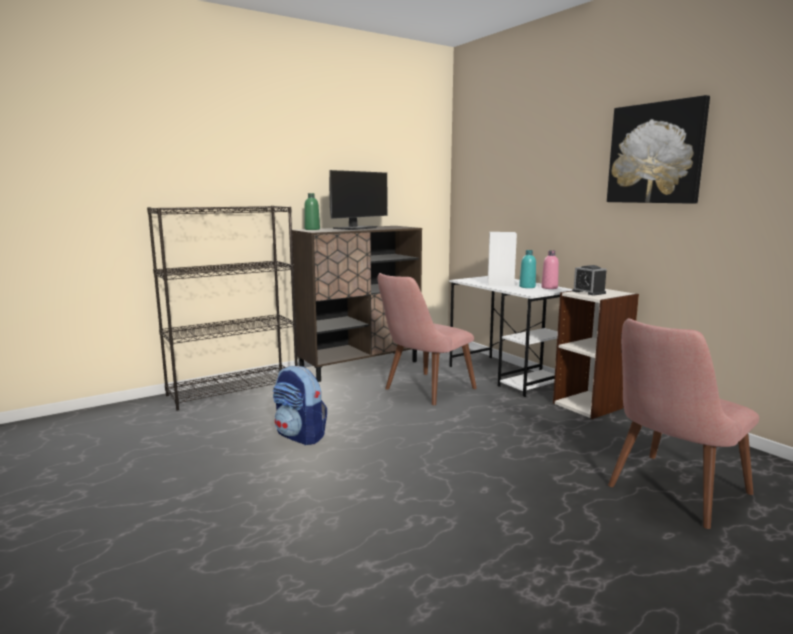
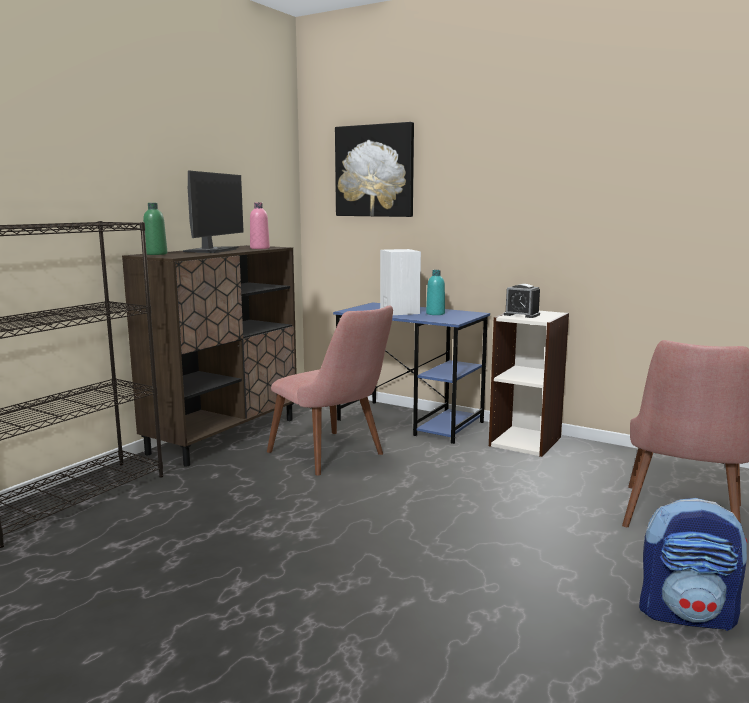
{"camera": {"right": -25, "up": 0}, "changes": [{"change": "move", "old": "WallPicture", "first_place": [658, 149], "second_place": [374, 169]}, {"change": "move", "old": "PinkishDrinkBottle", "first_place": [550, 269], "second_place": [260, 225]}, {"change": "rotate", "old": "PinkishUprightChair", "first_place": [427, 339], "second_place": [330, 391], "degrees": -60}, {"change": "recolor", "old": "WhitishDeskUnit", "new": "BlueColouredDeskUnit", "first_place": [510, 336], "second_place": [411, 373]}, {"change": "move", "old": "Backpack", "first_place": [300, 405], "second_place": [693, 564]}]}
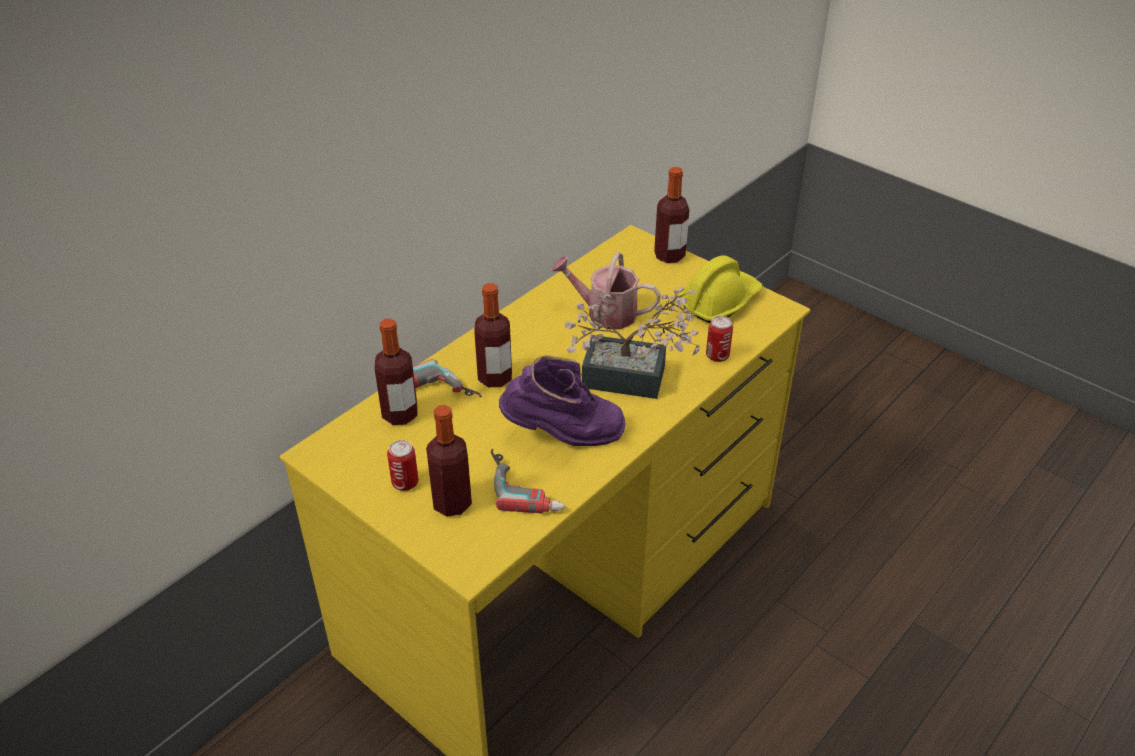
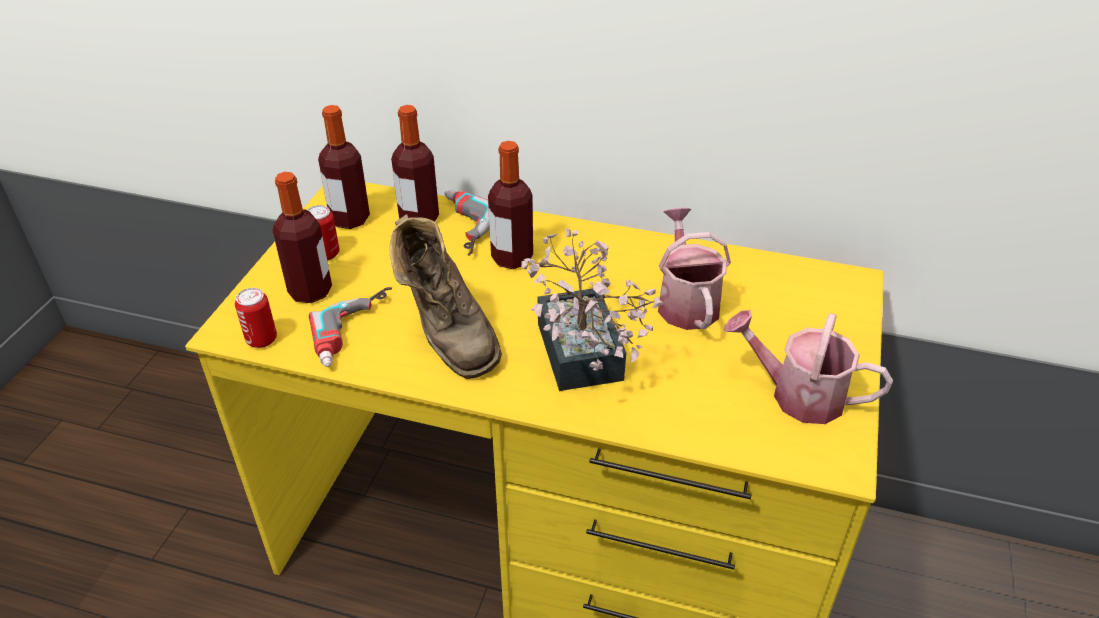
{"camera": {"right": 65, "up": 0}, "changes": [{"change": "move", "old": "DrinkBottle", "first_place": [671, 215], "second_place": [344, 167]}, {"change": "replace", "old": "YellowColouredHardHat", "new": "SprinklingCan", "first_place": [720, 289], "second_place": [808, 367]}, {"change": "move", "old": "MetalCan", "first_place": [719, 339], "second_place": [256, 318]}, {"change": "recolor", "old": "PurplishTallBoot", "new": "BrownColouredTallBoot", "first_place": [562, 400], "second_place": [445, 296]}]}
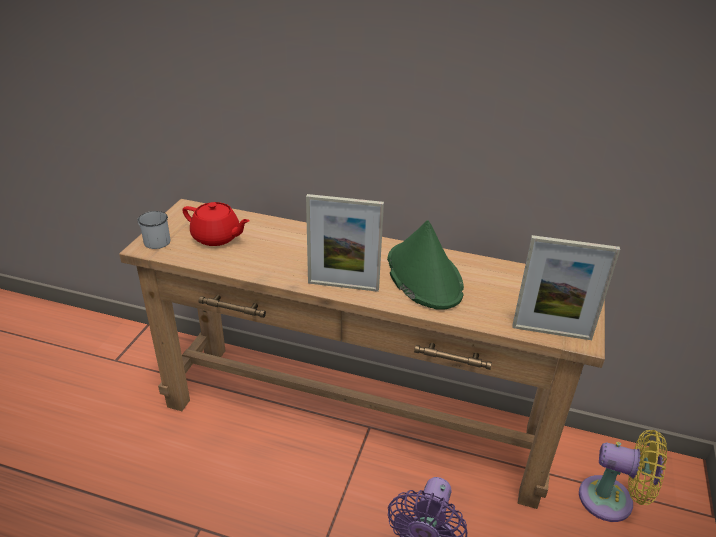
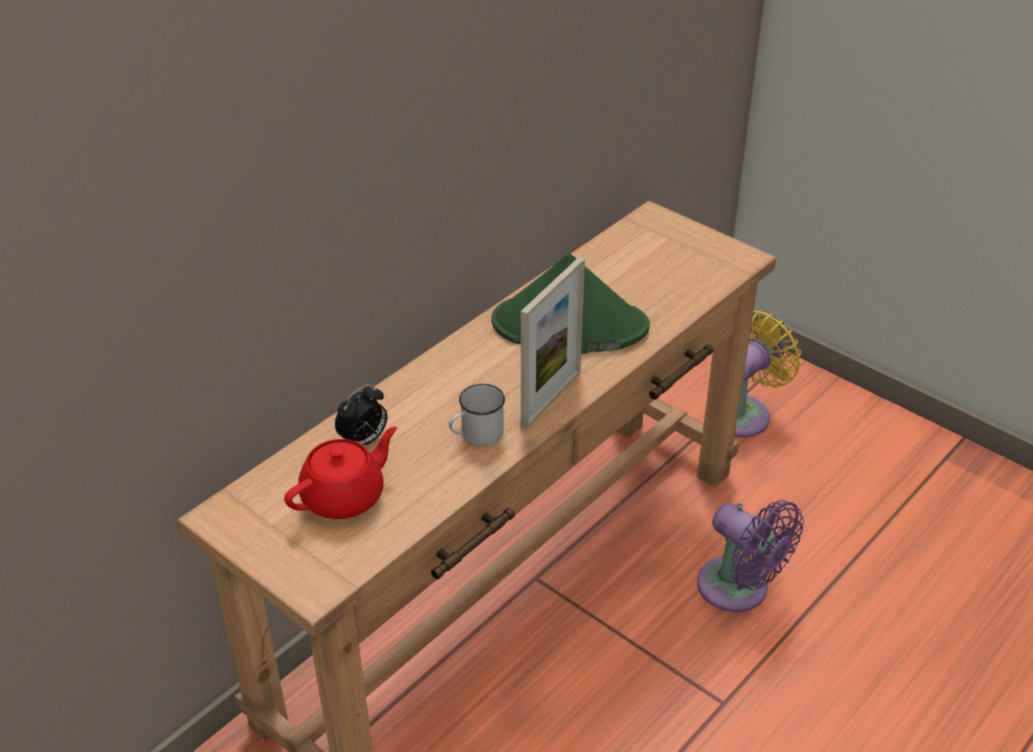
{"camera": {"right": -65, "up": 5}, "changes": [{"change": "move", "old": "WhitishCoffeeMug", "first_place": [153, 230], "second_place": [477, 415]}, {"change": "delete", "old": "PhotoFrame", "first_place": [566, 287]}, {"change": "insert", "new": "AlarmClock", "second_place": [361, 414]}]}
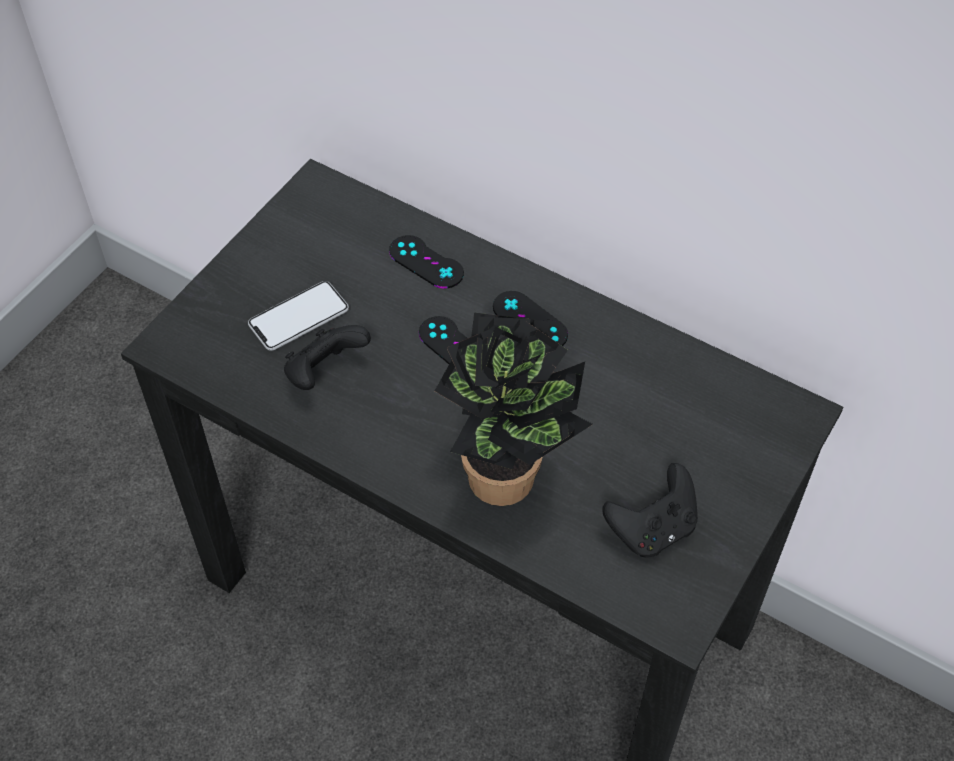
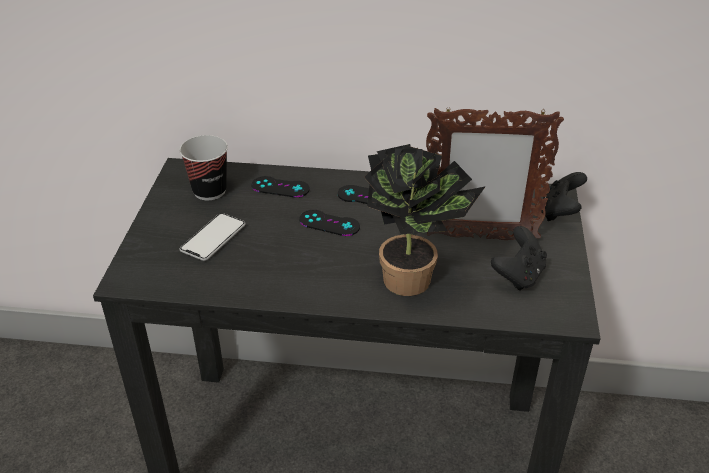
{"camera": {"right": -25, "up": -15}, "changes": [{"change": "move", "old": "BlackishGameController", "first_place": [327, 357], "second_place": [564, 196]}, {"change": "insert", "new": "PhotoFrame", "second_place": [495, 173]}, {"change": "insert", "new": "DrinkingCup", "second_place": [204, 167]}]}
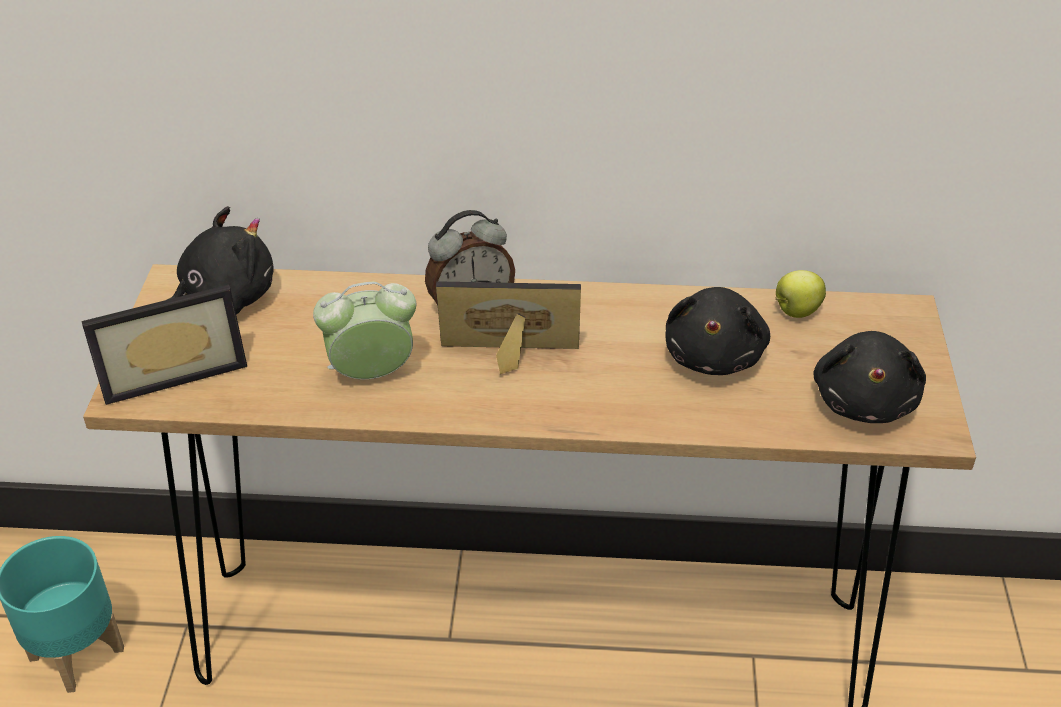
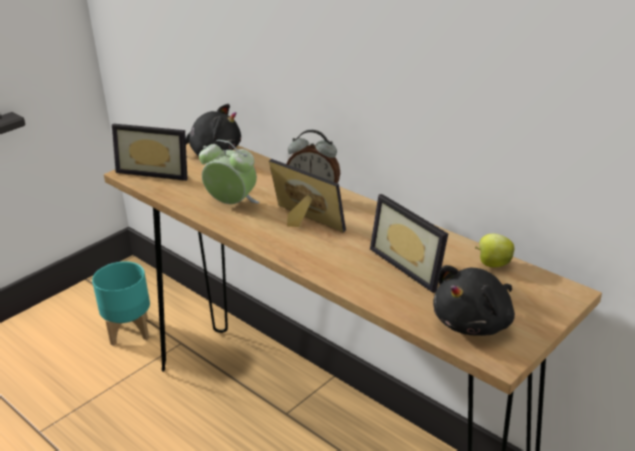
{"camera": {"right": 40, "up": -10}, "changes": [{"change": "replace", "old": "BlackishPlushToy", "new": "PhotoFrame", "first_place": [717, 331], "second_place": [409, 243]}]}
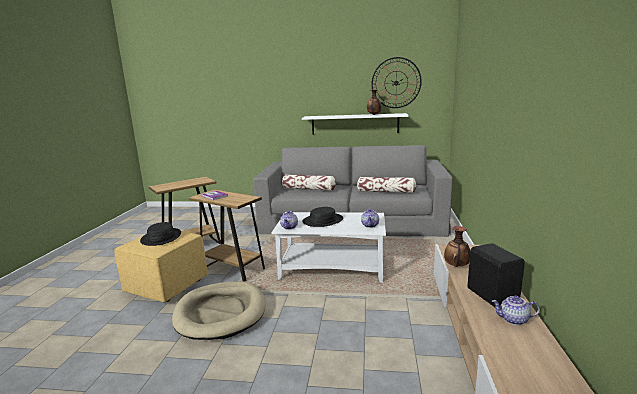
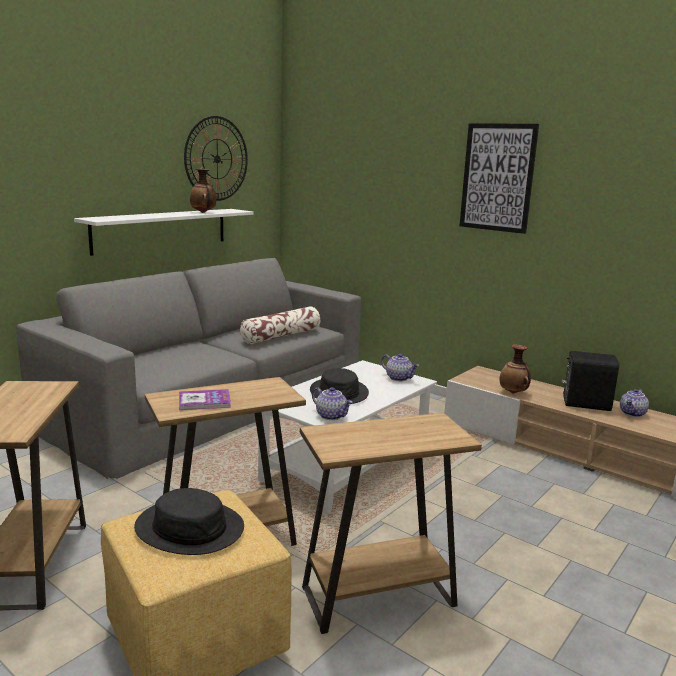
{"camera": {"right": -60, "up": 0}, "changes": [{"change": "delete", "old": "Pillow", "first_place": [309, 182]}, {"change": "replace", "old": "BeigeColouredDogCushion", "new": "BrownColouredSideTable", "first_place": [219, 311], "second_place": [391, 523]}, {"change": "insert", "new": "WallPicture", "second_place": [499, 178]}]}
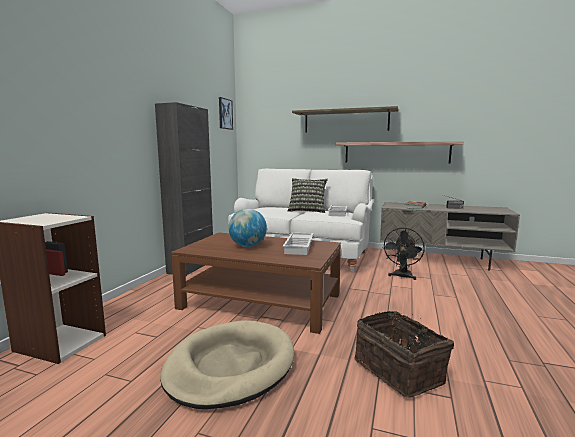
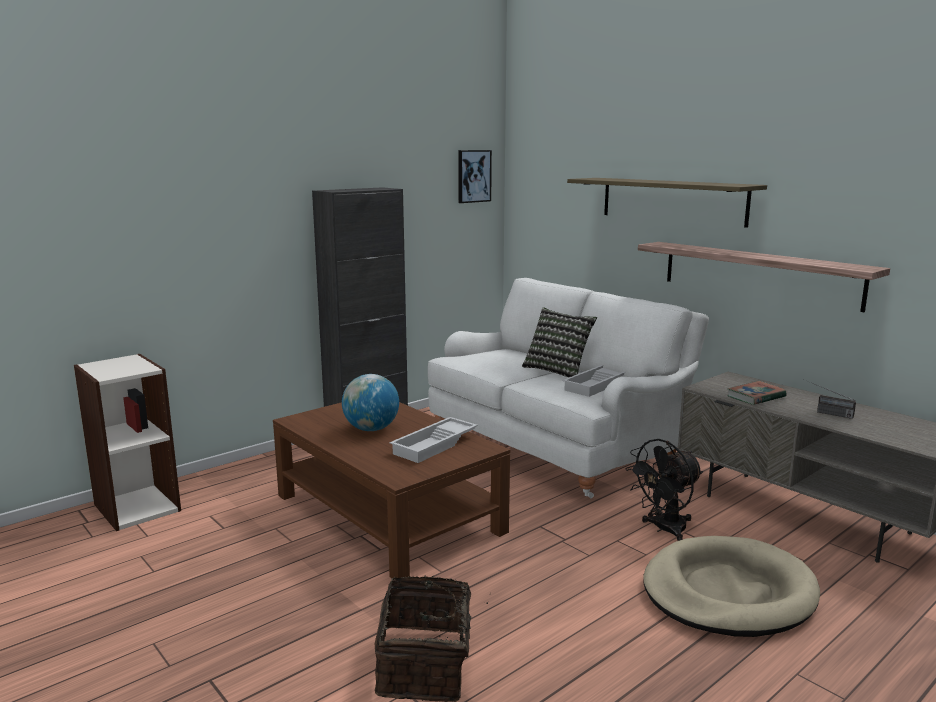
{"camera": {"right": 30, "up": 5}, "changes": [{"change": "move", "old": "BeigeColouredDogCushion", "first_place": [227, 364], "second_place": [731, 586]}]}
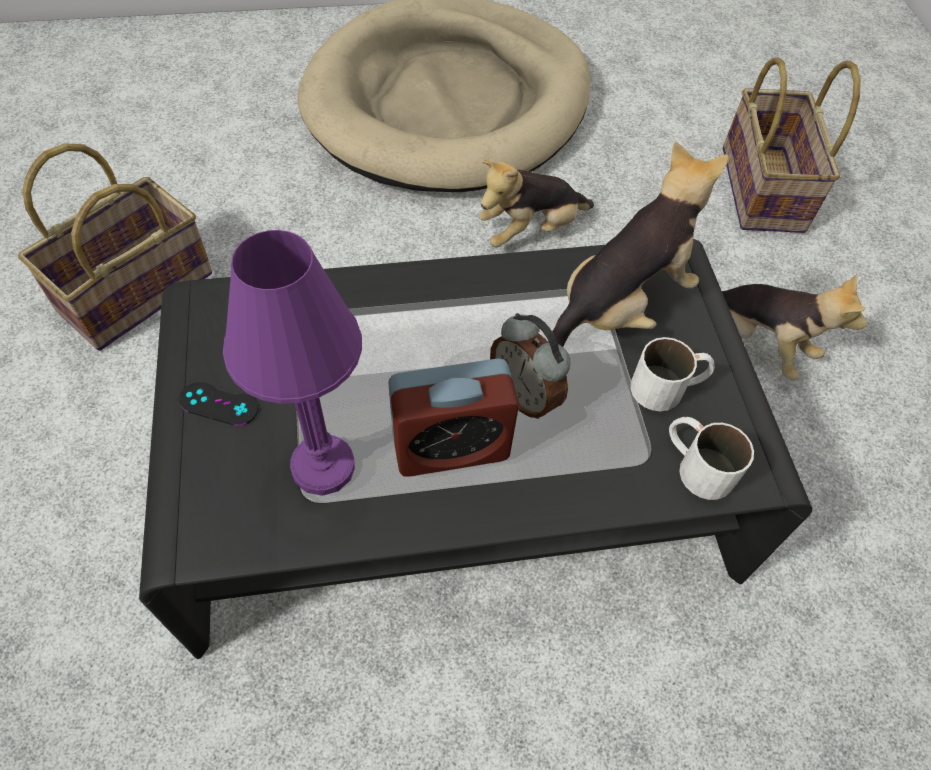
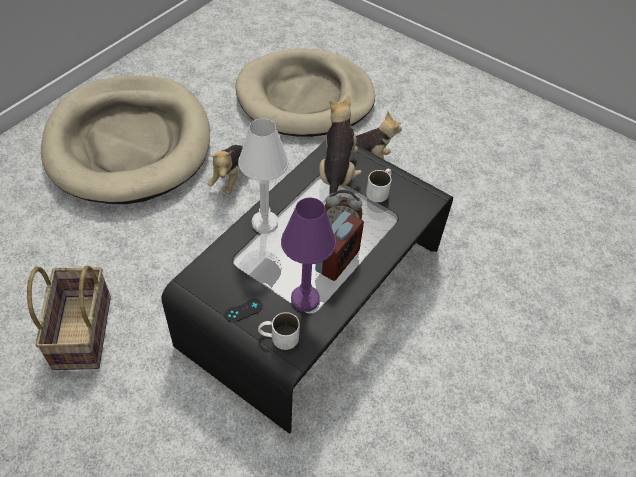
{"camera": {"right": -45, "up": -5}, "changes": [{"change": "replace", "old": "HouseholdBasket", "new": "BeigeColouredDogCushion", "first_place": [792, 145], "second_place": [305, 92]}, {"change": "move", "old": "WhitishCoffeeMug", "first_place": [711, 458], "second_place": [279, 331]}, {"change": "insert", "new": "WhitishLampForATable", "second_place": [263, 176]}]}
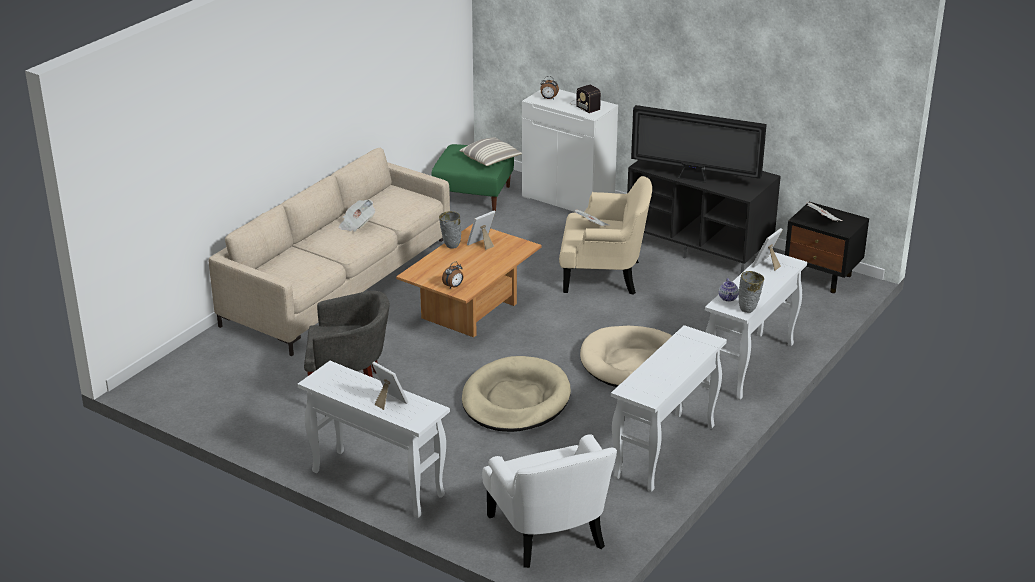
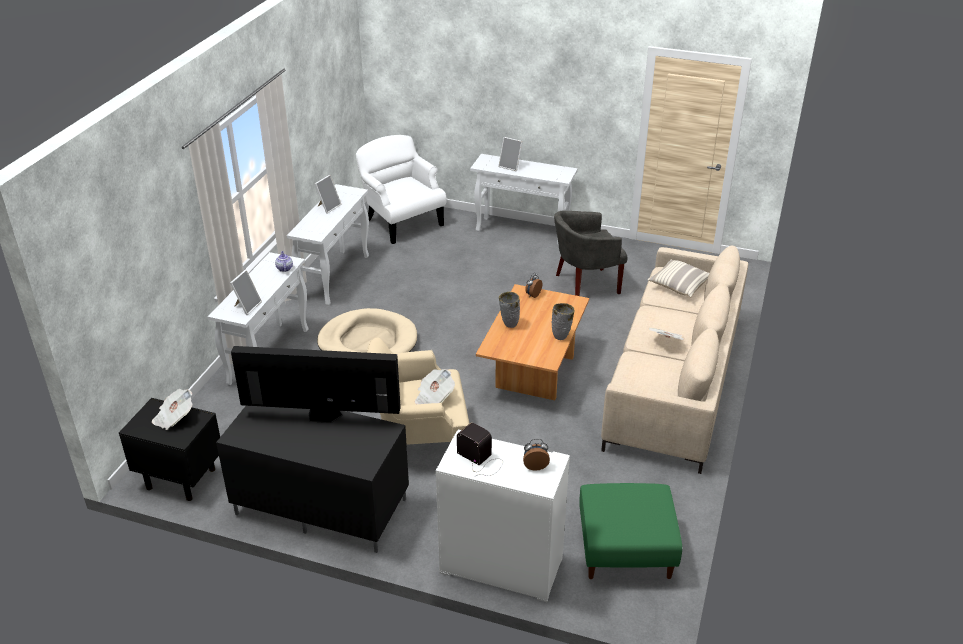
{"camera": {"right": 165, "up": 5}, "changes": [{"change": "move", "old": "Pillow", "first_place": [491, 151], "second_place": [678, 278]}, {"change": "move", "old": "PhotoFrame", "first_place": [481, 230], "second_place": [328, 194]}, {"change": "move", "old": "GrayDecorativeVase", "first_place": [751, 292], "second_place": [509, 310]}, {"change": "delete", "old": "BeigeColouredDogCushion", "first_place": [516, 394]}]}
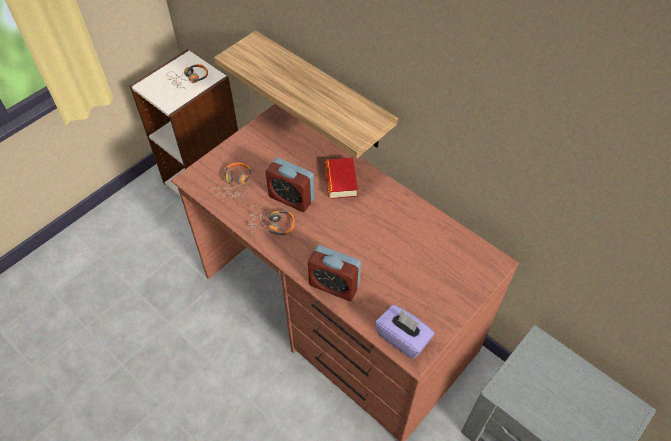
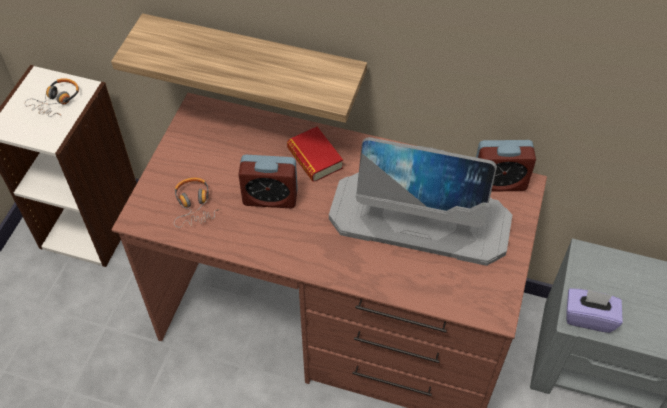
{"camera": {"right": -25, "up": 0}, "changes": [{"change": "delete", "old": "Headphones", "first_place": [271, 220]}, {"change": "move", "old": "AlarmClock", "first_place": [334, 273], "second_place": [506, 166]}, {"change": "move", "old": "PurplishTissueBox", "first_place": [404, 332], "second_place": [594, 310]}, {"change": "insert", "new": "ComputerDisplay", "second_place": [420, 201]}]}
